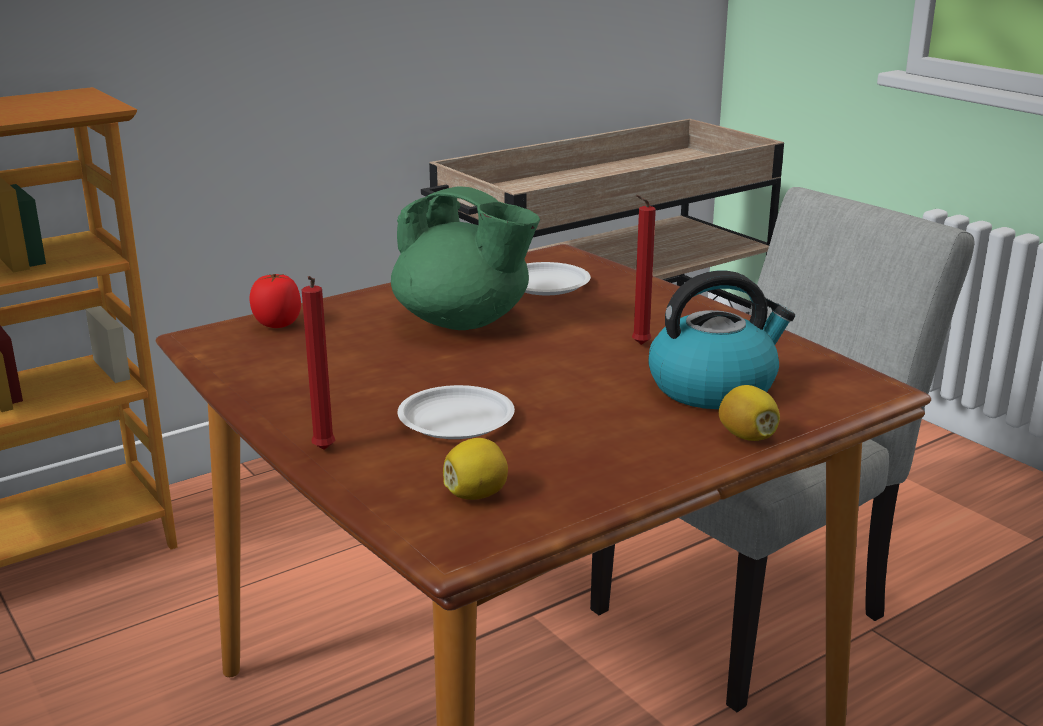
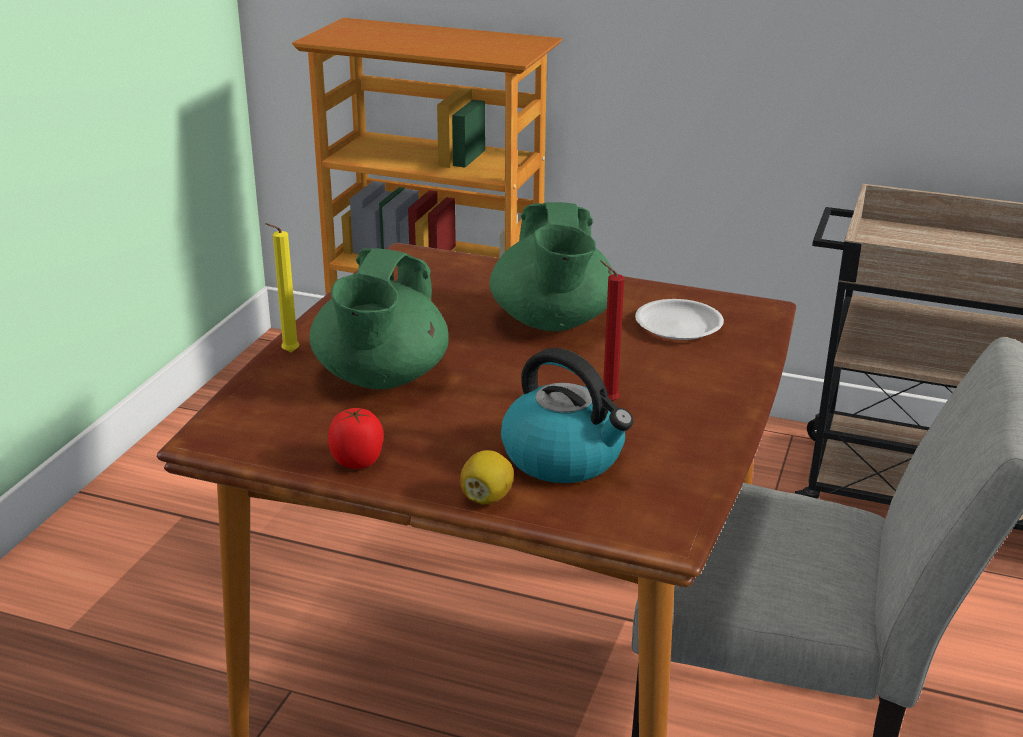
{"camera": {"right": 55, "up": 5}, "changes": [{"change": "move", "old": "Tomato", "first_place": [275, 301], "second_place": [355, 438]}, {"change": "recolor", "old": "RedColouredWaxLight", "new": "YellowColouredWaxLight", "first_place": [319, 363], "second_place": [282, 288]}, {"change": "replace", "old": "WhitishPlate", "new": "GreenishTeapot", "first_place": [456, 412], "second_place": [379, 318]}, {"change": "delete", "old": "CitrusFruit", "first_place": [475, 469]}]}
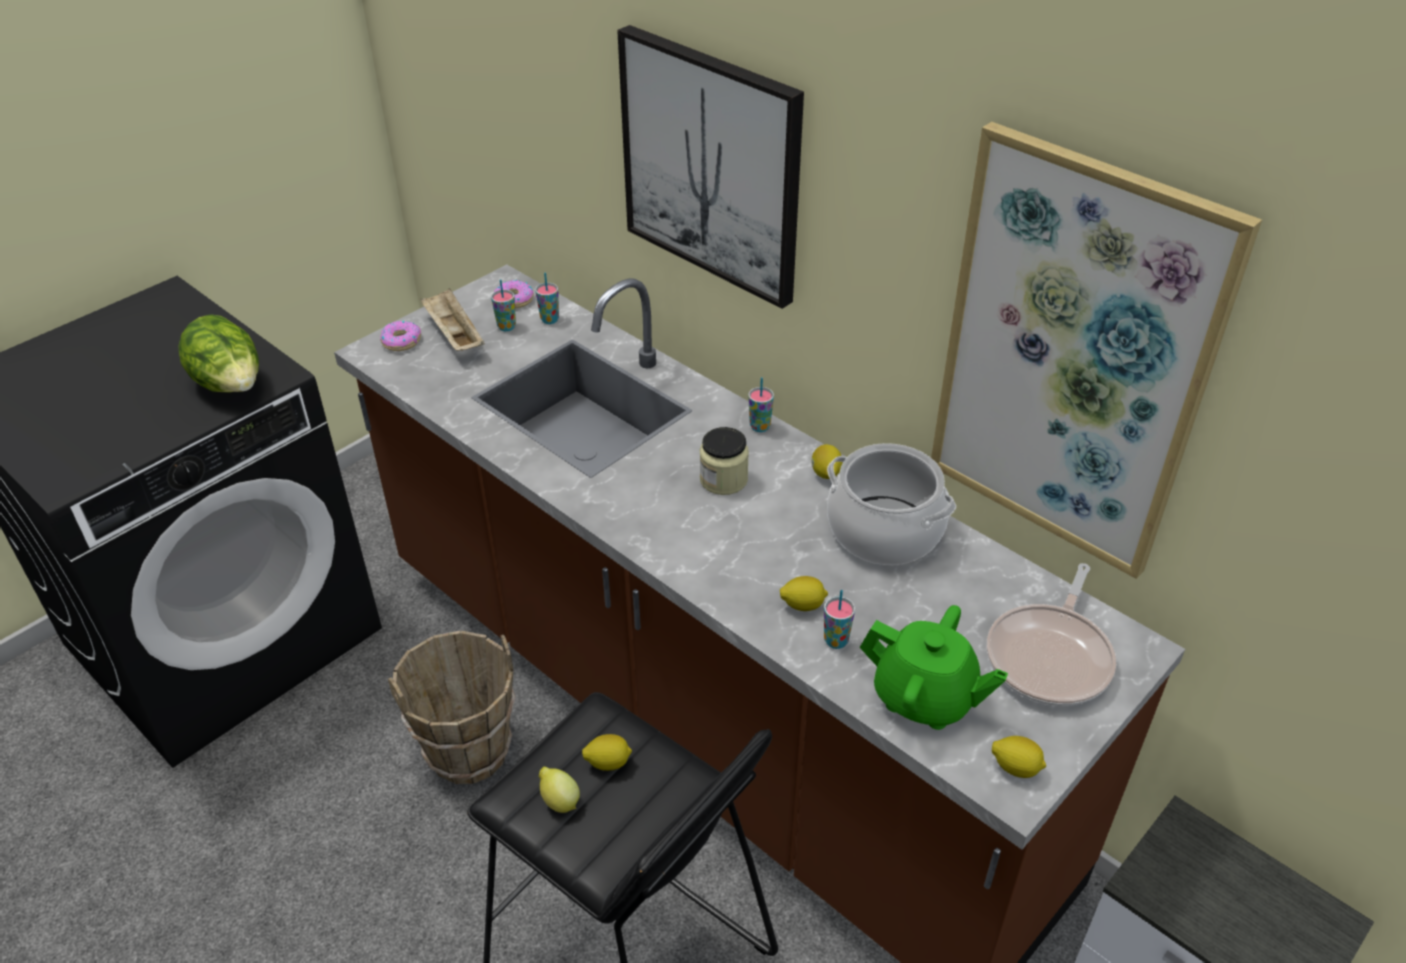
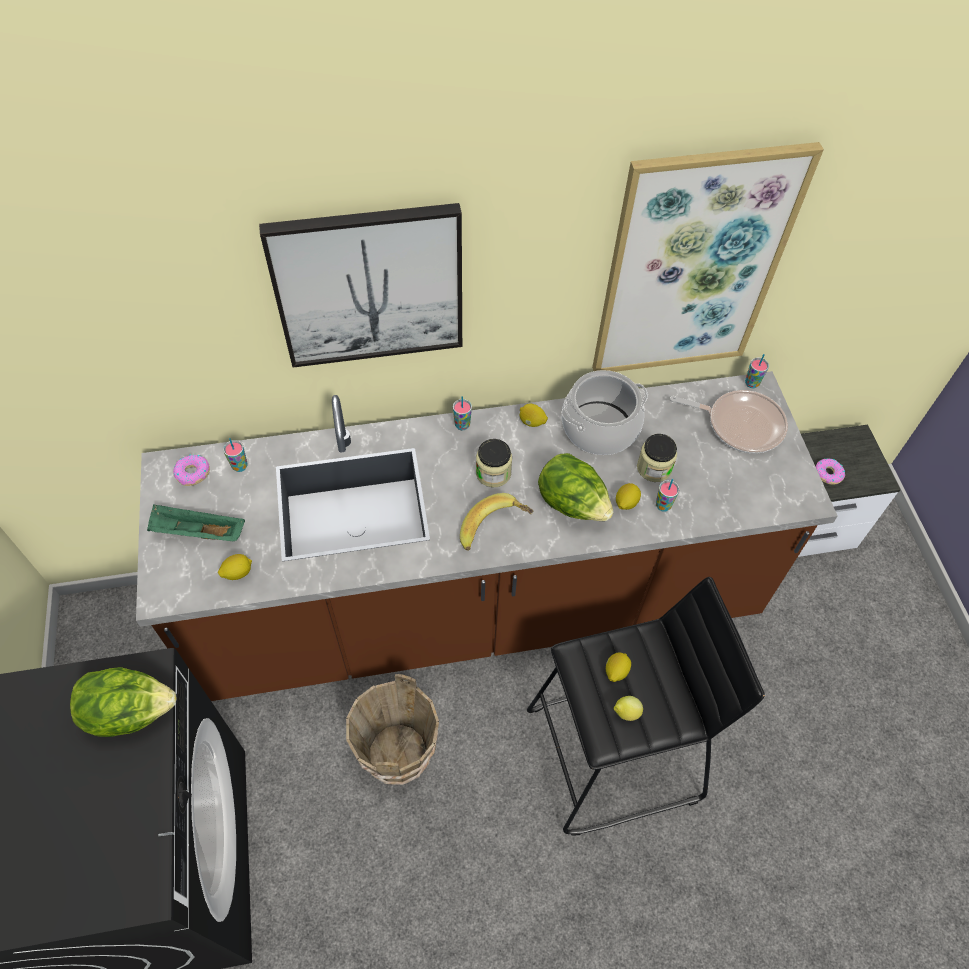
{"camera": {"right": -55, "up": 15}, "changes": [{"change": "move", "old": "DrinkingCup", "first_place": [503, 305], "second_place": [757, 371]}, {"change": "recolor", "old": "BeigeColouredServingTray", "new": "GreenishServingTray", "first_place": [452, 319], "second_place": [196, 523]}, {"change": "move", "old": "Doughnut", "first_place": [400, 336], "second_place": [830, 471]}, {"change": "rotate", "old": "Skillet", "first_place": [1051, 634], "second_place": [729, 422], "degrees": -45}, {"change": "delete", "old": "GreenishTeapot", "first_place": [934, 667]}, {"change": "move", "old": "CitrusFruit", "first_place": [1019, 757], "second_place": [235, 567]}, {"change": "insert", "new": "StorageJar", "second_place": [657, 458]}, {"change": "insert", "new": "LettuceHead", "second_place": [576, 487]}, {"change": "insert", "new": "BananaFruit", "second_place": [496, 521]}]}
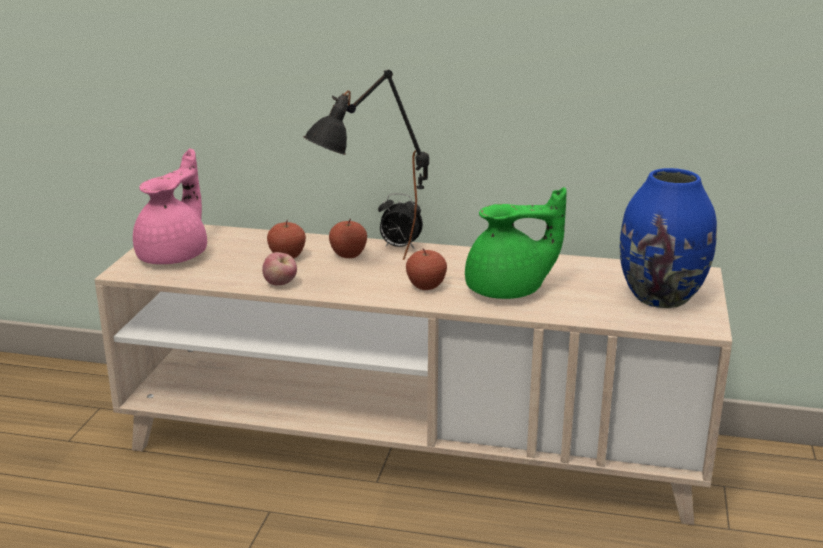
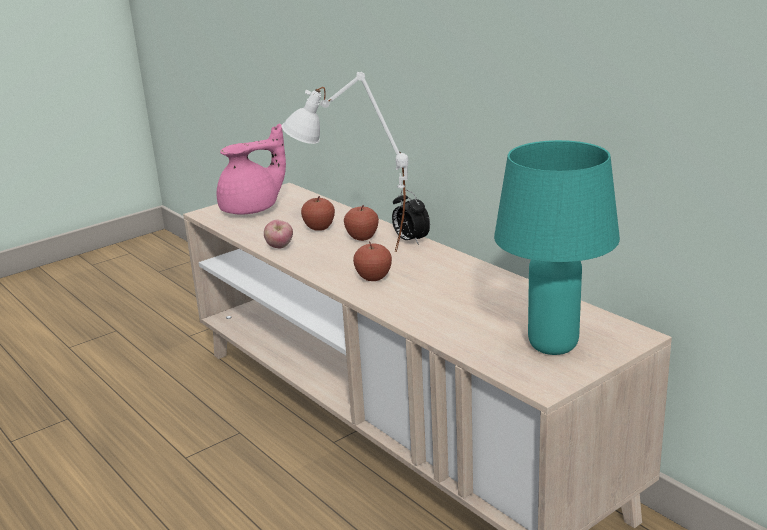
{"camera": {"right": 40, "up": 0}, "changes": [{"change": "recolor", "old": "BlackishLampForATable", "new": "WhitishLampForATable", "first_place": [366, 164], "second_place": [345, 162]}, {"change": "replace", "old": "BlueColouredDecorativeVase", "new": "BlueGreenLampForATable", "first_place": [668, 238], "second_place": [557, 247]}, {"change": "delete", "old": "GreenishTeapot", "first_place": [516, 243]}]}
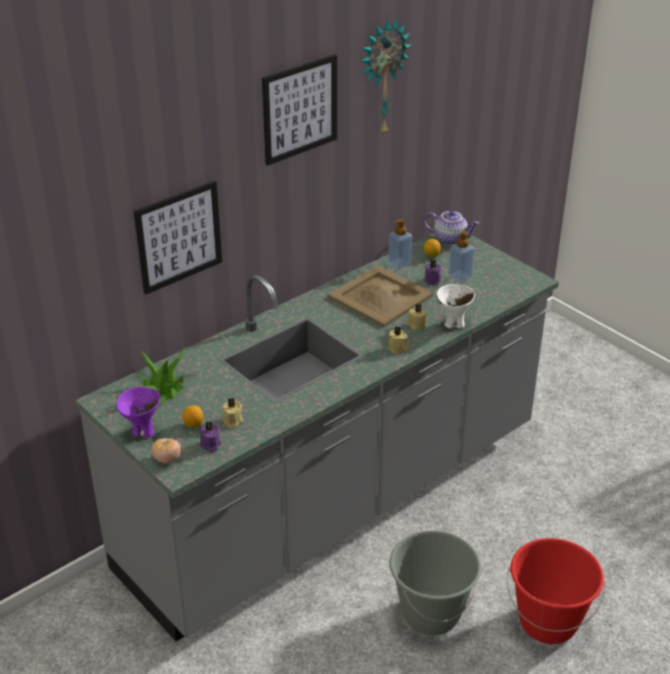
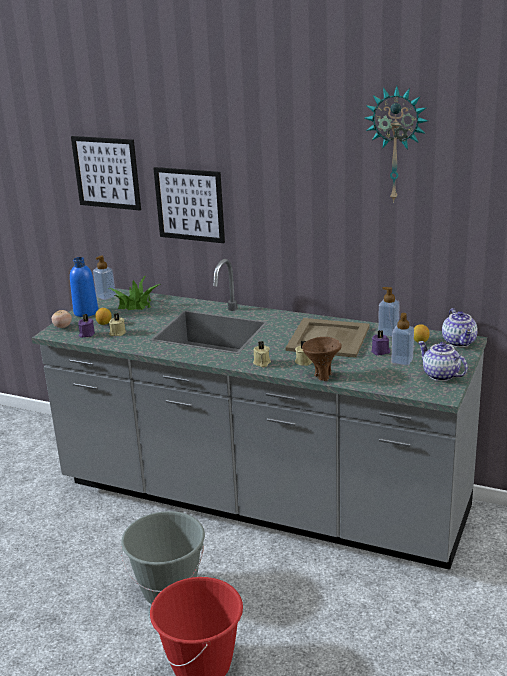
{"camera": {"right": 65, "up": -10}, "changes": [{"change": "move", "old": "WallPicture", "first_place": [299, 110], "second_place": [106, 173]}, {"change": "recolor", "old": "WhitishDeepDish", "new": "BrownColouredDeepDish", "first_place": [455, 306], "second_place": [322, 359]}, {"change": "replace", "old": "PurplishDeepDish", "new": "BlueColouredDrinkBottle", "first_place": [138, 412], "second_place": [84, 287]}, {"change": "insert", "new": "LiquidSoapBottle", "second_place": [104, 278]}, {"change": "insert", "new": "Teapot", "second_place": [443, 361]}]}
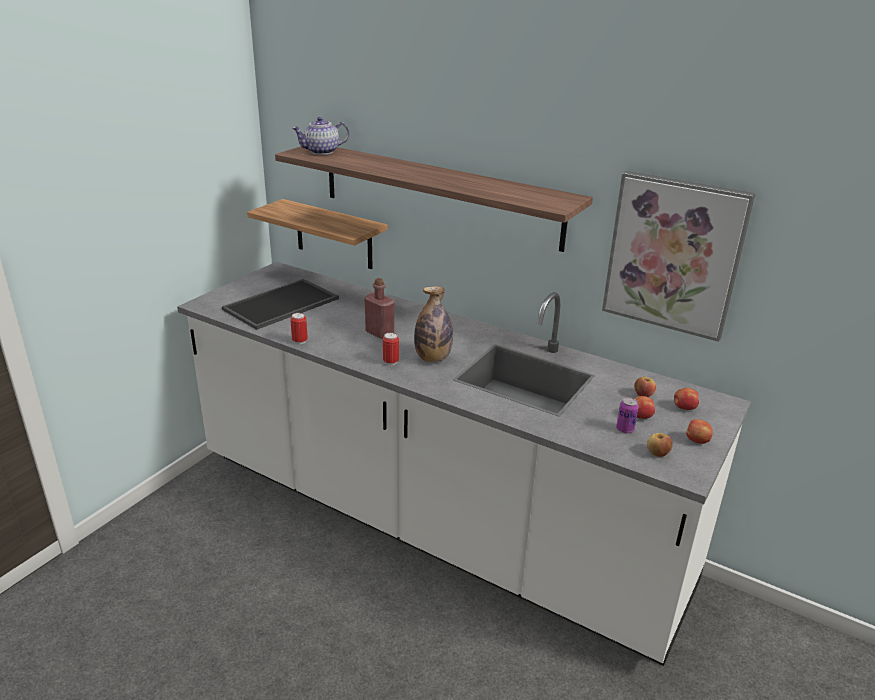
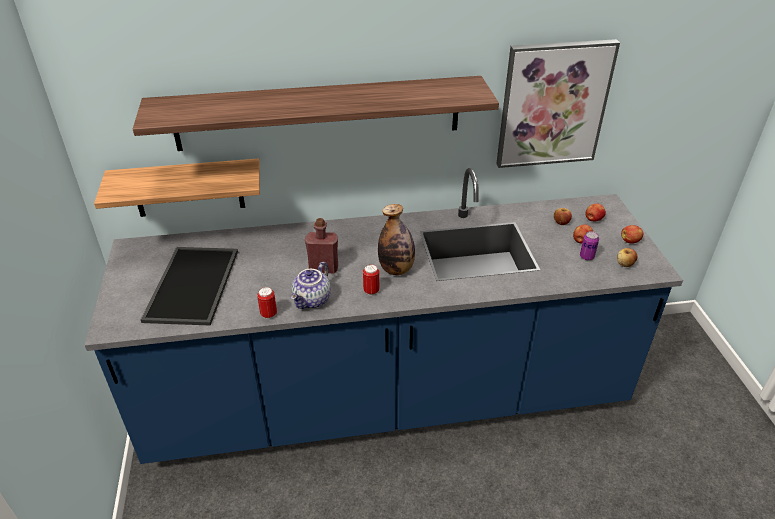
{"camera": {"right": -40, "up": 10}, "changes": [{"change": "move", "old": "Teapot", "first_place": [320, 136], "second_place": [311, 285]}, {"change": "recolor", "old": "WhitishCounter", "new": "BlueColouredCounter", "first_place": [464, 463], "second_place": [384, 316]}]}
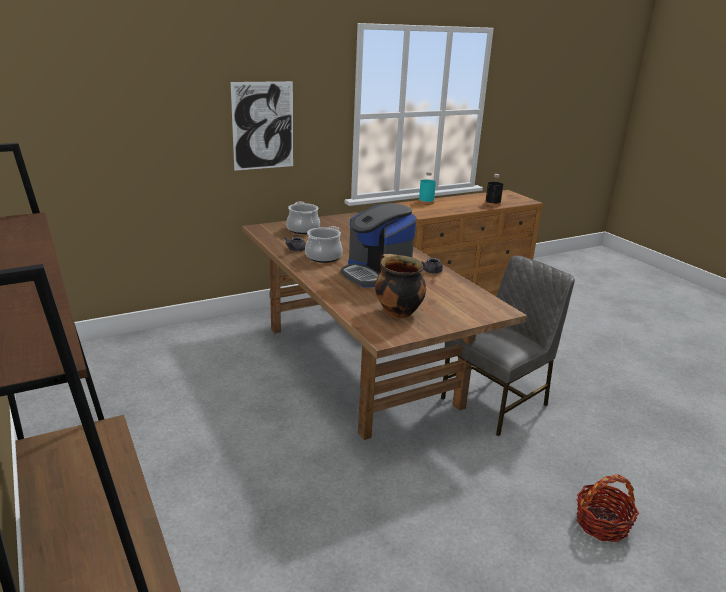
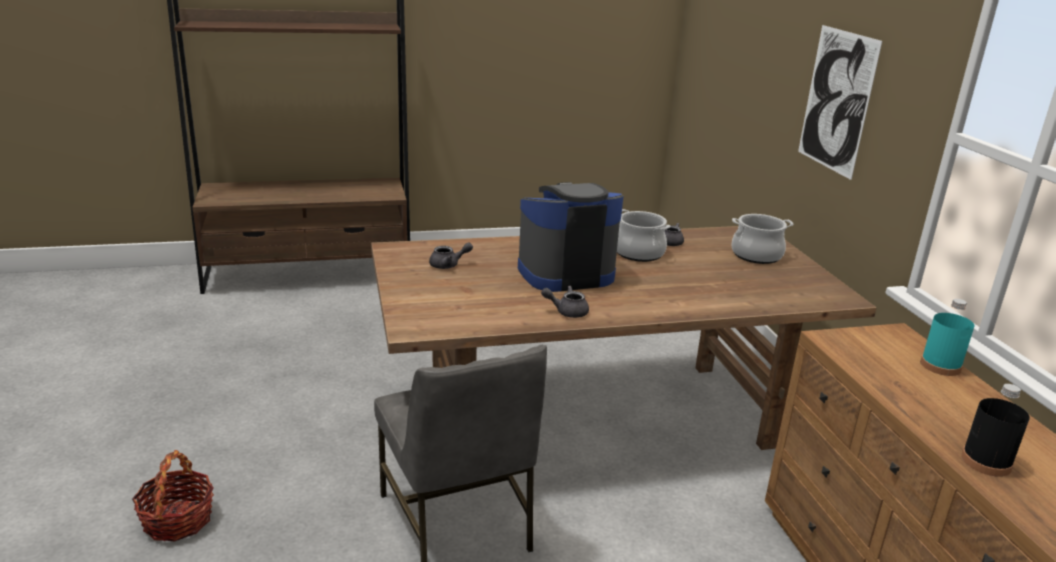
{"camera": {"right": 105, "up": 0}, "changes": [{"change": "replace", "old": "Saucepot", "new": "GrayTeapot", "first_place": [400, 286], "second_place": [451, 256]}]}
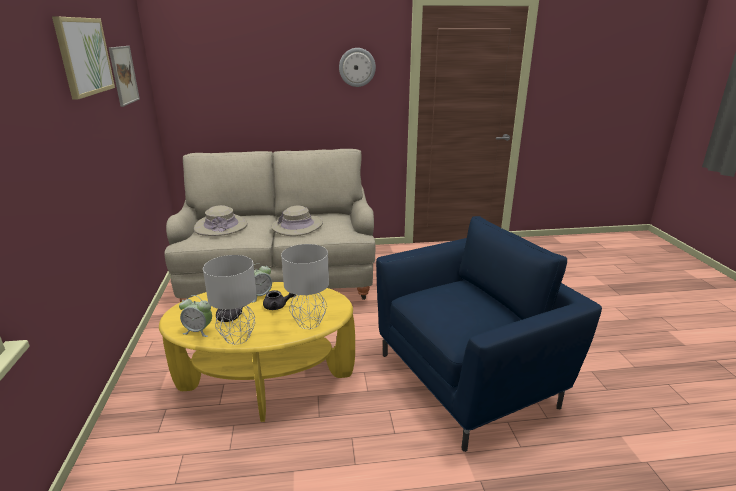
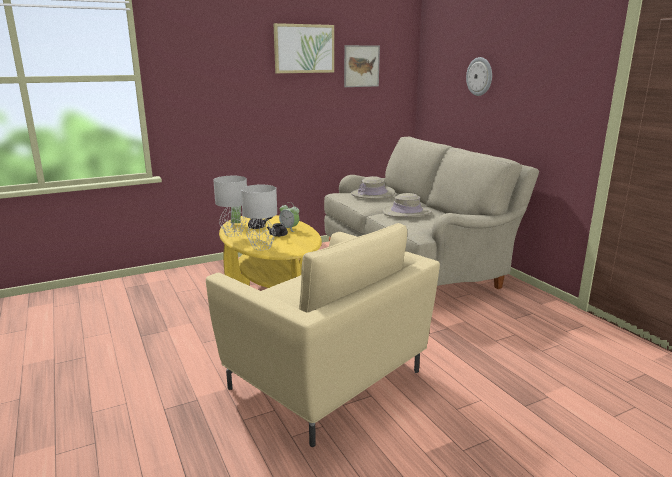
{"camera": {"right": 70, "up": -5}, "changes": [{"change": "move", "old": "WallClock", "first_place": [357, 67], "second_place": [479, 76]}, {"change": "recolor", "old": "BlueColouredEasyChair", "new": "BeigeColouredEasyChair", "first_place": [489, 334], "second_place": [323, 335]}]}
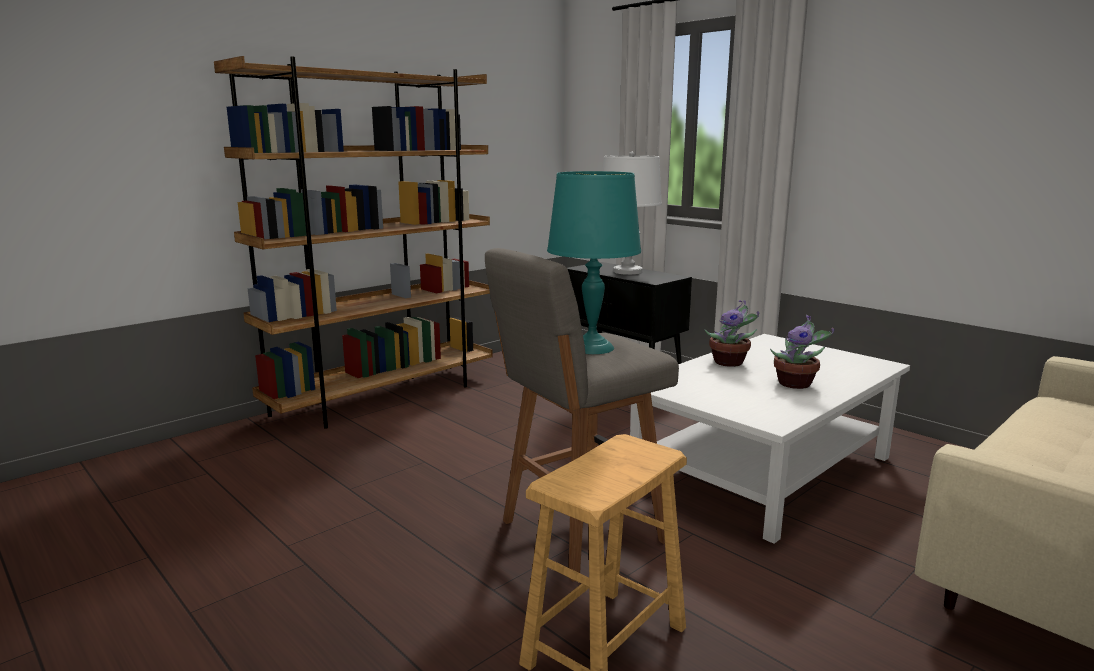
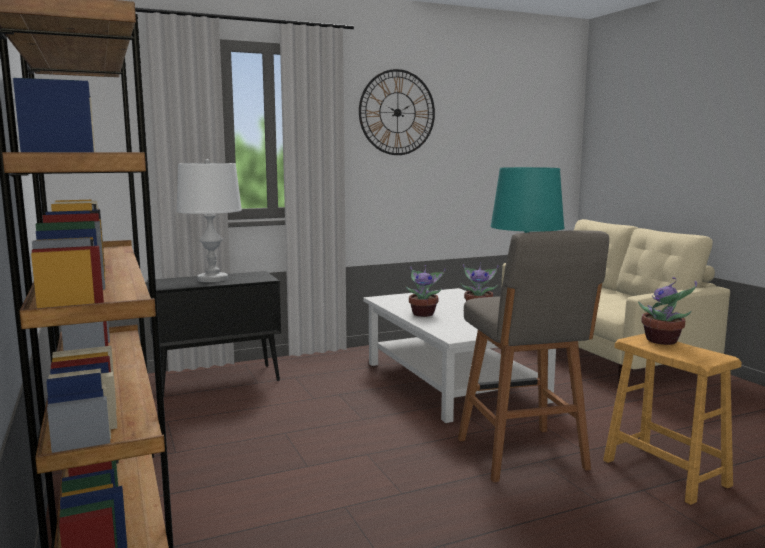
{"camera": {"right": -70, "up": -5}, "changes": [{"change": "insert", "new": "WallClock", "second_place": [397, 112]}, {"change": "insert", "new": "PlantInAPot", "second_place": [667, 311]}]}
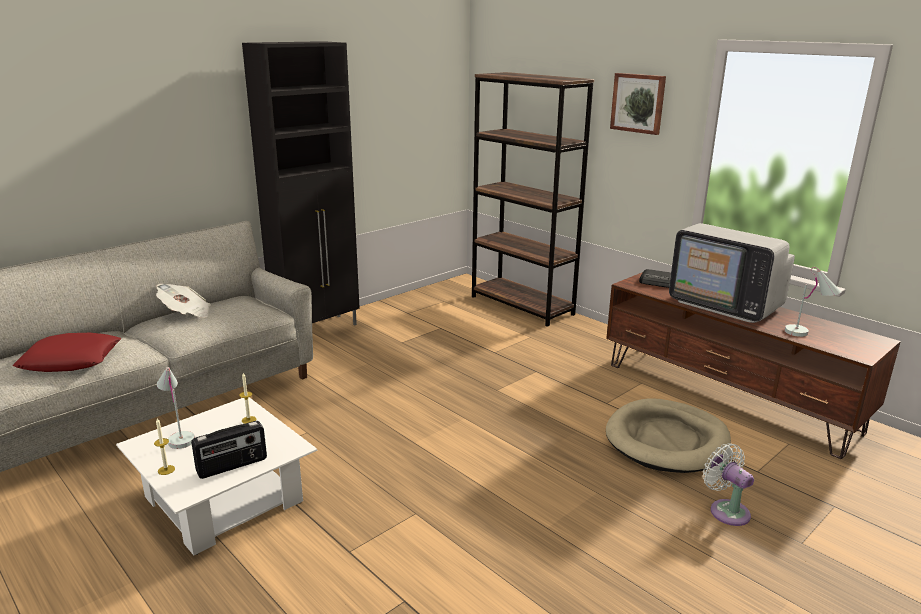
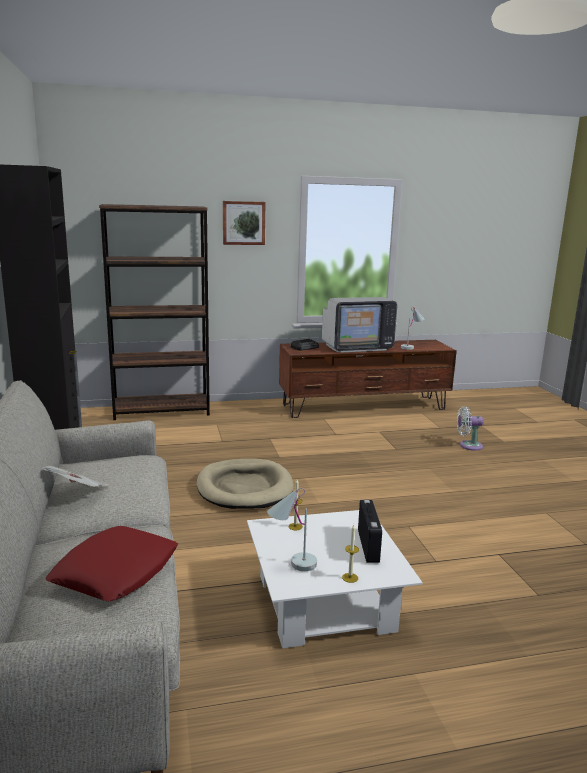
{"camera": {"right": -60, "up": -5}, "changes": [{"change": "move", "old": "BeigeColouredDogCushion", "first_place": [668, 435], "second_place": [245, 484]}]}
